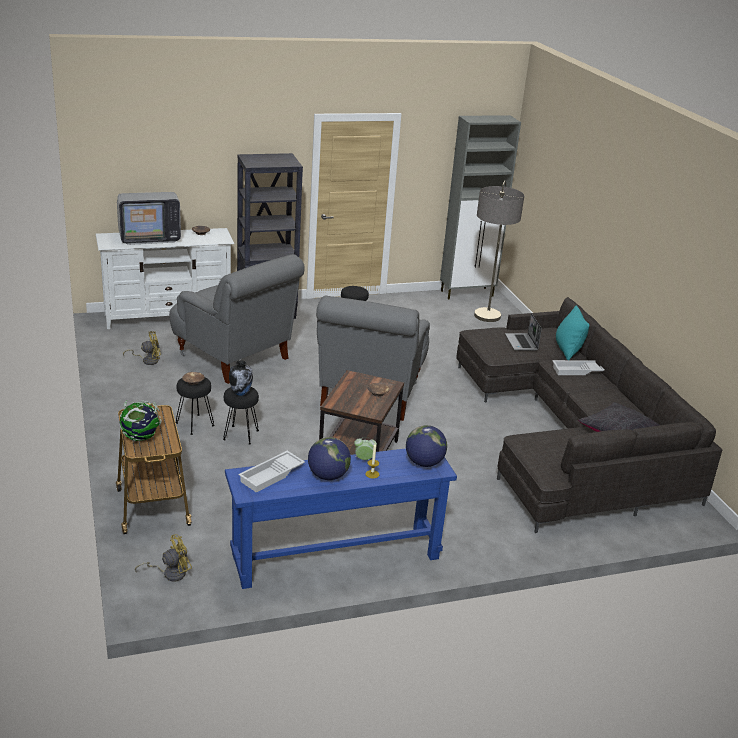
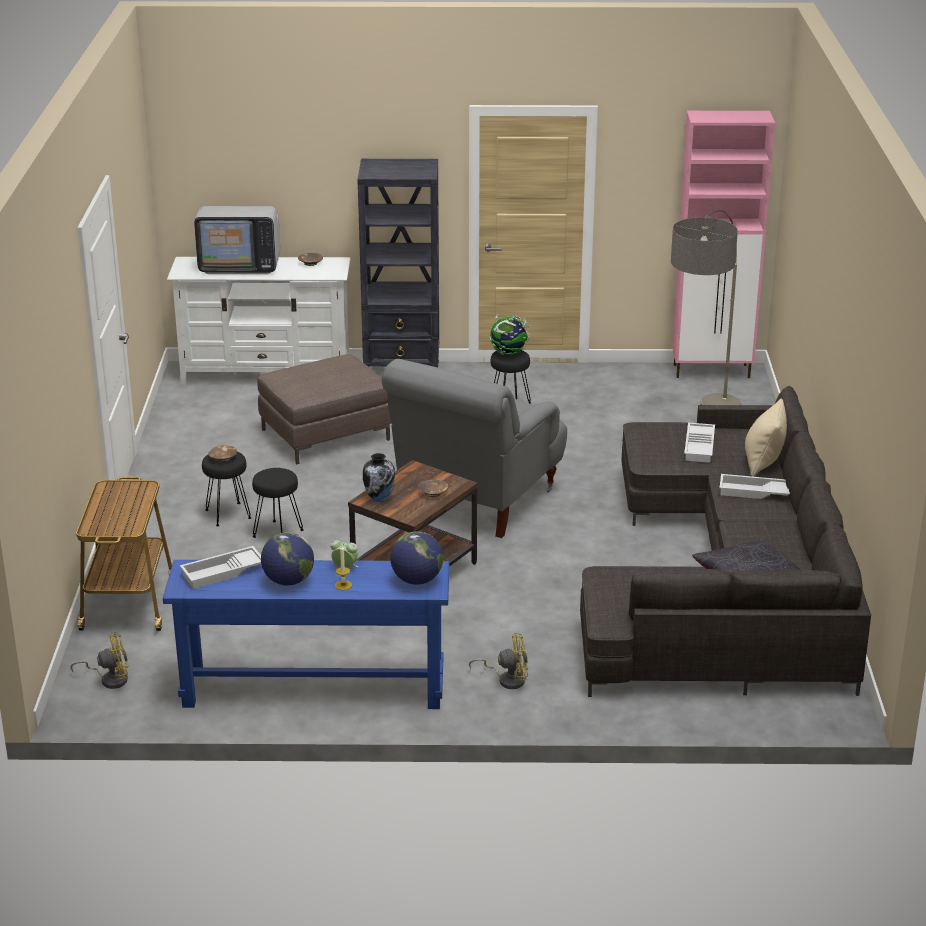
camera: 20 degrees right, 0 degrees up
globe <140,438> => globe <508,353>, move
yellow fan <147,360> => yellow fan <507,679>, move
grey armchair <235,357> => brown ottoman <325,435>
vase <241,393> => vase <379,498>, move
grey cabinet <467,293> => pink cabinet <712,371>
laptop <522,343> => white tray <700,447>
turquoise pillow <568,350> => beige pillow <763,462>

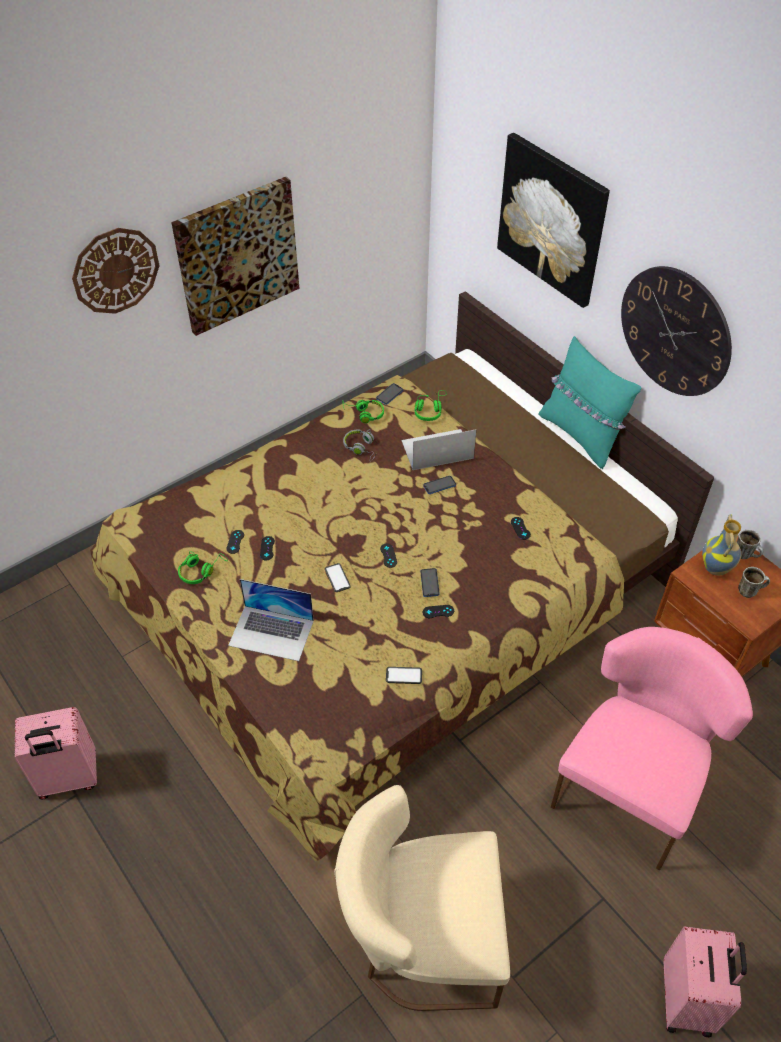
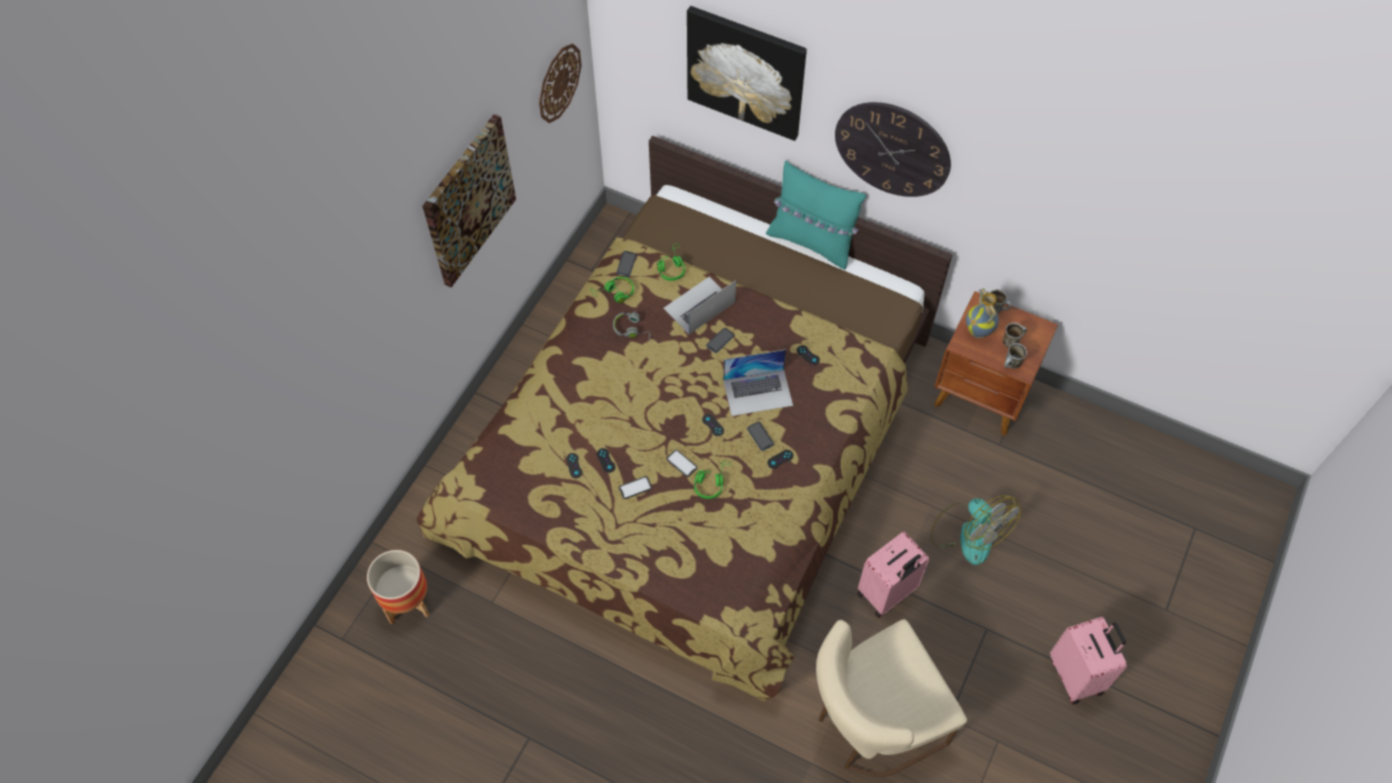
camera: 25 degrees left, 10 degrees up
pink suitcase <69,779> => pink suitcase <887,593>, move
wall clock <115,270> => wall clock <559,83>, move
green headphones <201,570> => green headphones <711,482>, move
laptop <271,633> => laptop <758,392>, move
phone <404,675> => phone <635,488>, move
pink chair <630,788> => fan <968,533>
nothing => planter <408,602>
nothing => mug <1011,365>

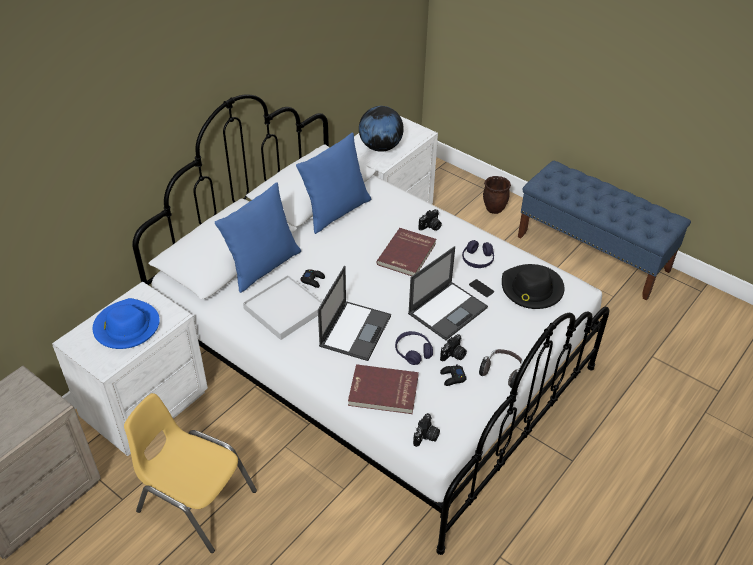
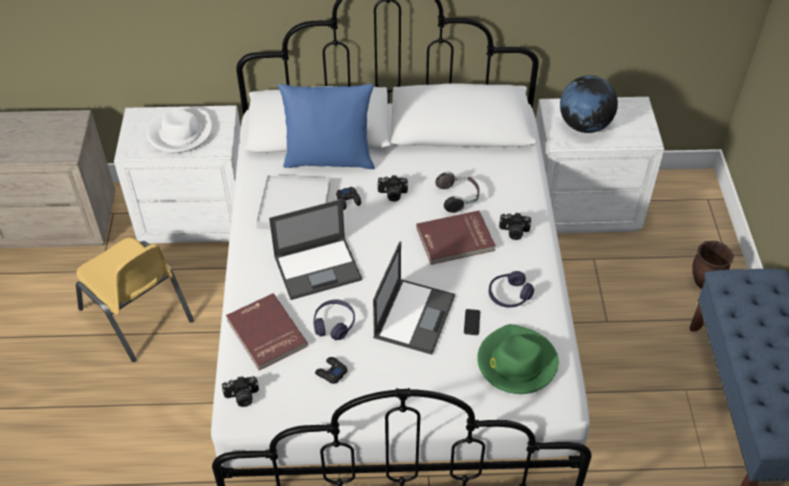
camera: 50 degrees right, 5 degrees up
blue hat <126,327> => white hat <180,132>
yellow chair <196,501> => yellow chair <137,315>, 150 degrees clockwise
blue pillow <335,212> => nothing
laptop <448,310> => laptop <414,315>, 75 degrees counterclockwise
photo camera <453,355> => photo camera <392,194>, move
headphones <502,372> => headphones <458,198>, move
black hat <531,289> => green hat <516,363>

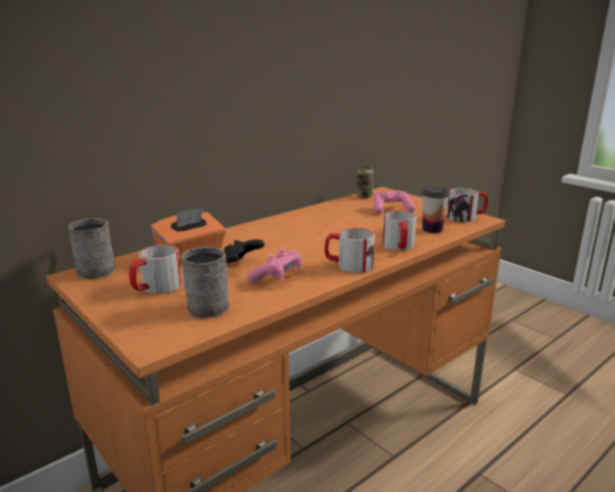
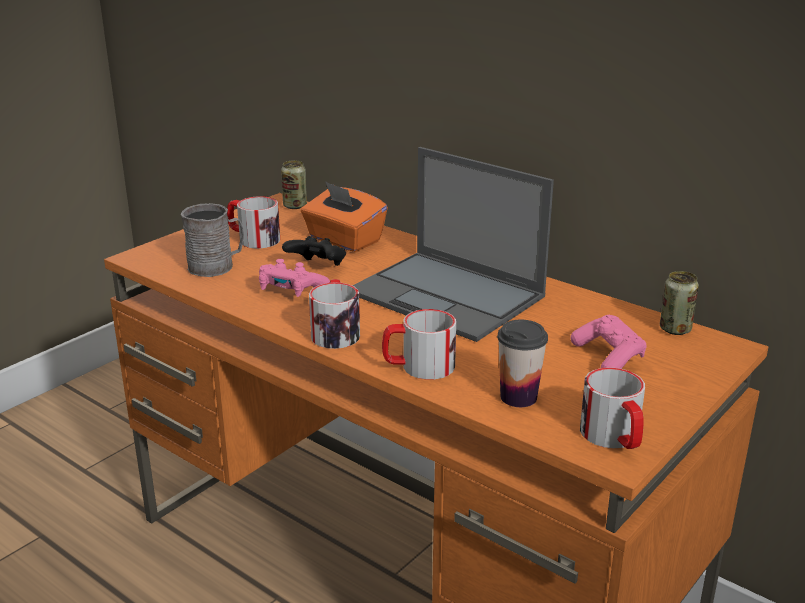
camera: 80 degrees right, 5 degrees up
grey mug <93,269> => can <295,206>
nothing => laptop <448,295>

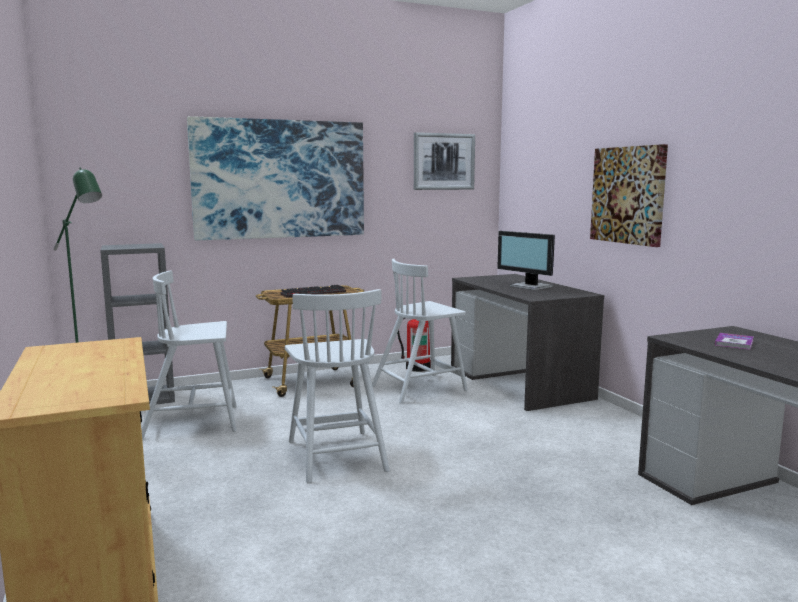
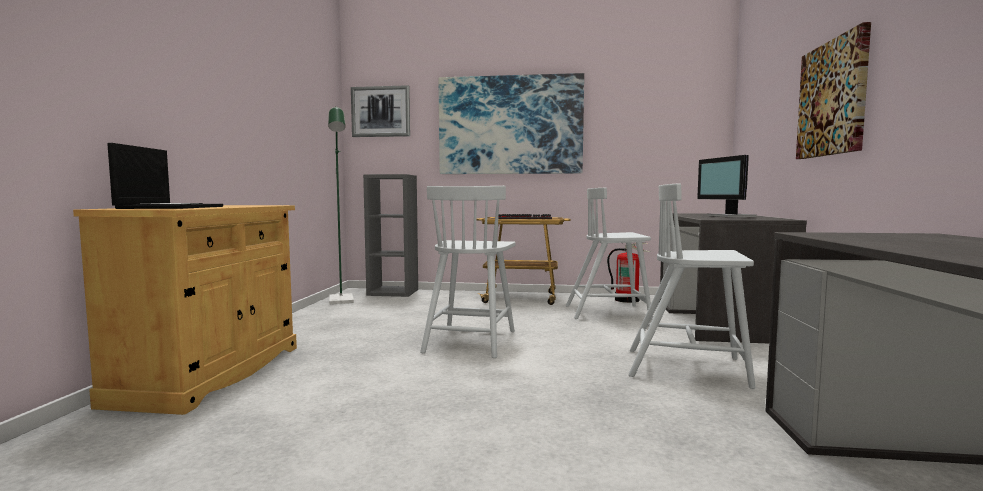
camera: 30 degrees right, 5 degrees down
white chair <193,422> => white chair <689,368>, move
picture <444,161> => picture <380,111>, move
book <734,342> => nothing
nothing => laptop <171,207>

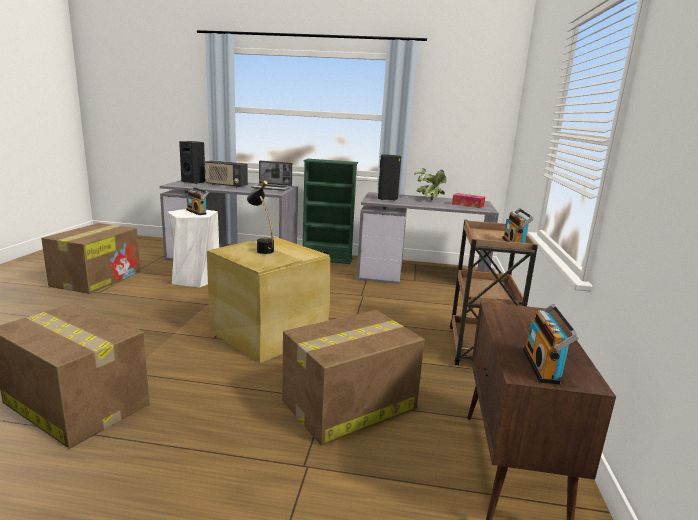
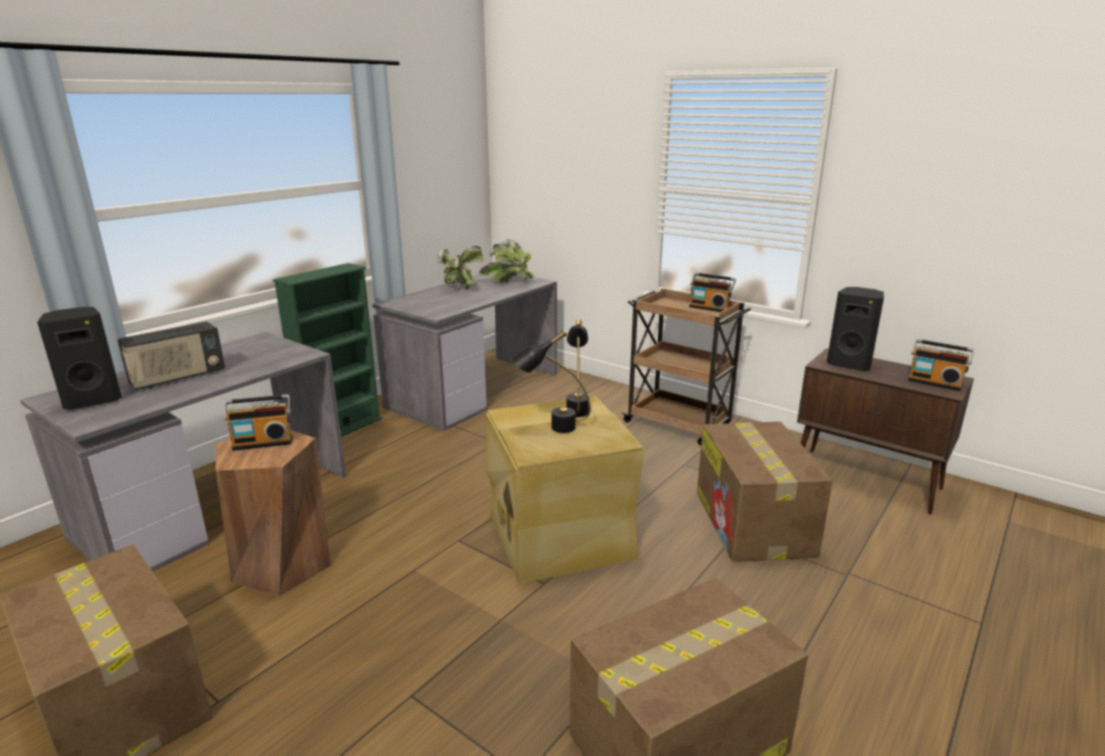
camera: 60 degrees left, 5 degrees up
white stool <195,279> => brown stool <283,564>
laptop <272,188> => nothing
black speaker <387,199> => black speaker <850,364>, move
tissue box <468,205> => potted plant <508,282>
nothing => black table lamp <577,407>

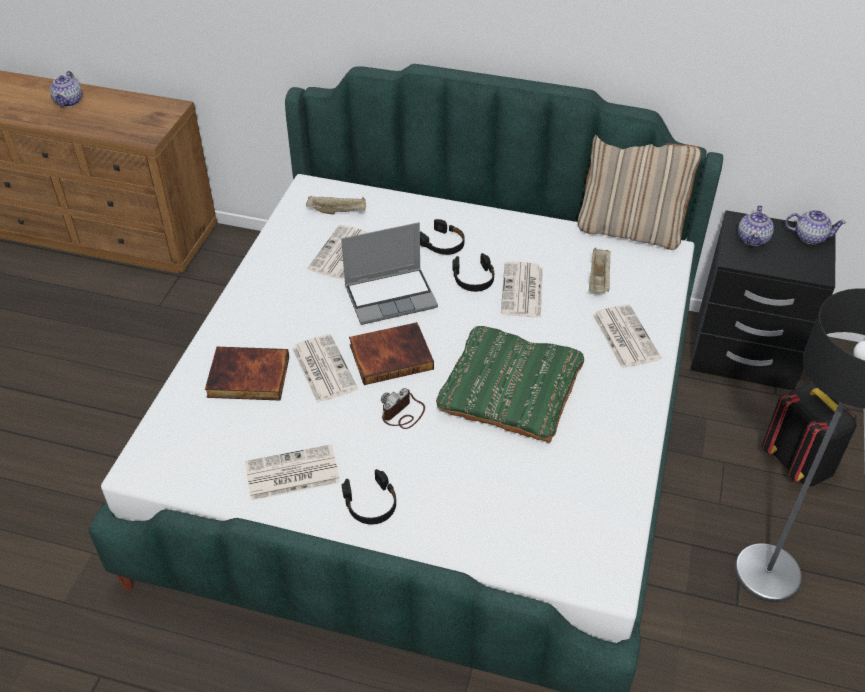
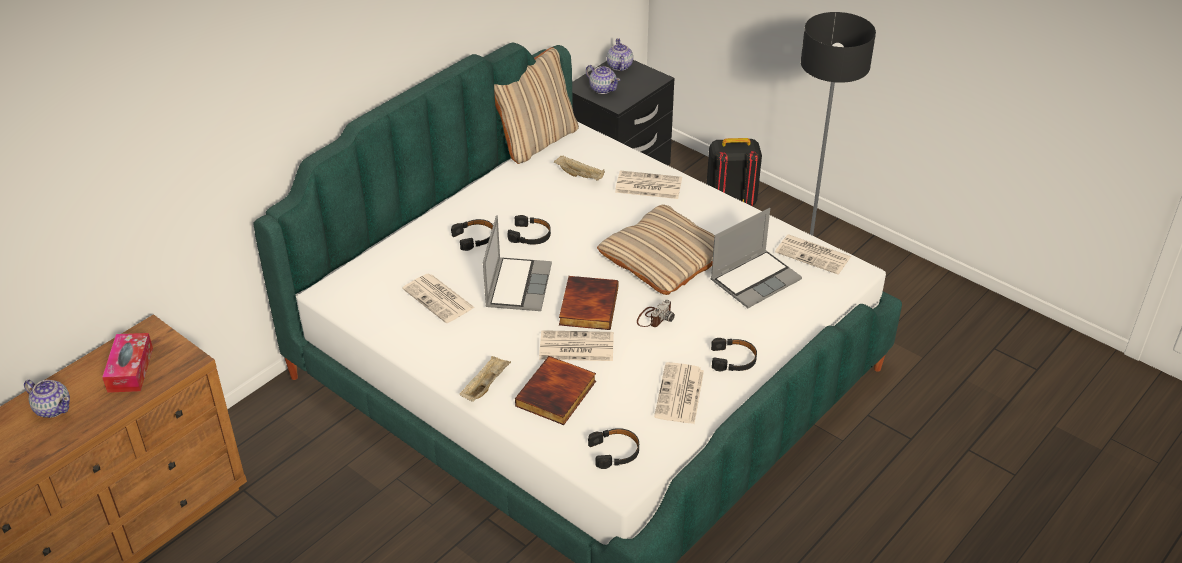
camera: 65 degrees left, 5 degrees down
beige tray <338,211> => beige tray <485,386>, move
photo camera <403,414> => photo camera <654,318>, 120 degrees counterclockwise
green pillow <510,389> => beige pillow <664,257>
newspaper <522,291> => newspaper <814,255>, move
teapot <809,237> => teapot <619,66>, 45 degrees counterclockwise
nothing => tissue box <130,369>
nothing => black headphones <615,452>
nothing => laptop <755,279>

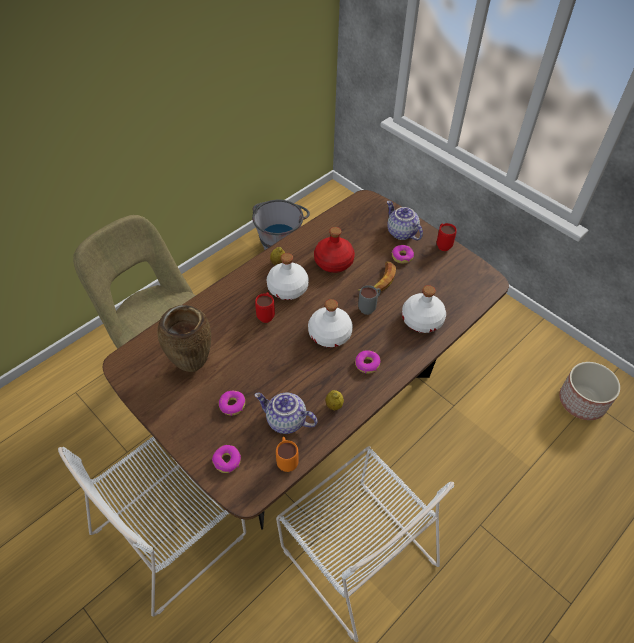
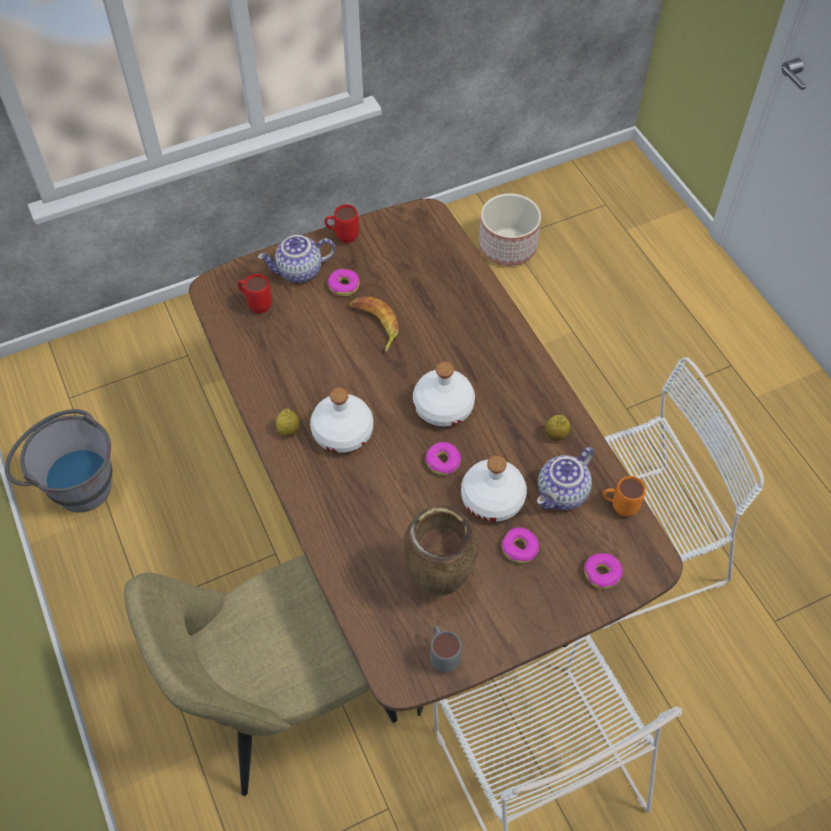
camera: 70 degrees left, 5 degrees up
red mug <266,315> => red mug <256,305>, move
red bottle <333,262> => nothing
donut <367,364> => donut <443,462>, move
grey mug <369,308> => grey mug <442,656>, move
white bottle <422,320> => white bottle <493,497>, move

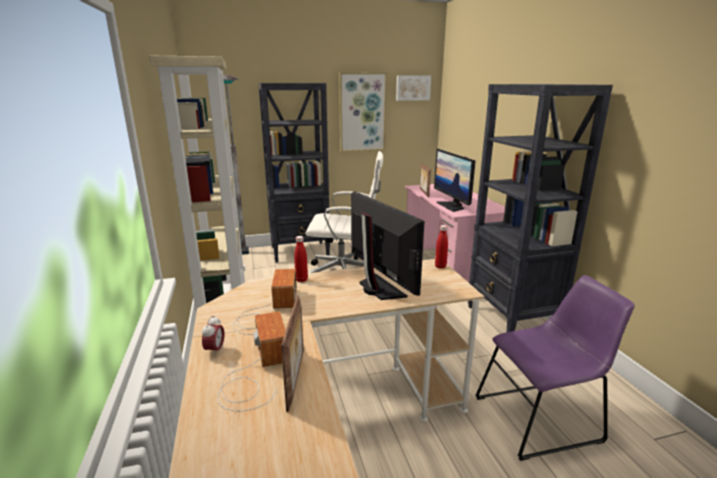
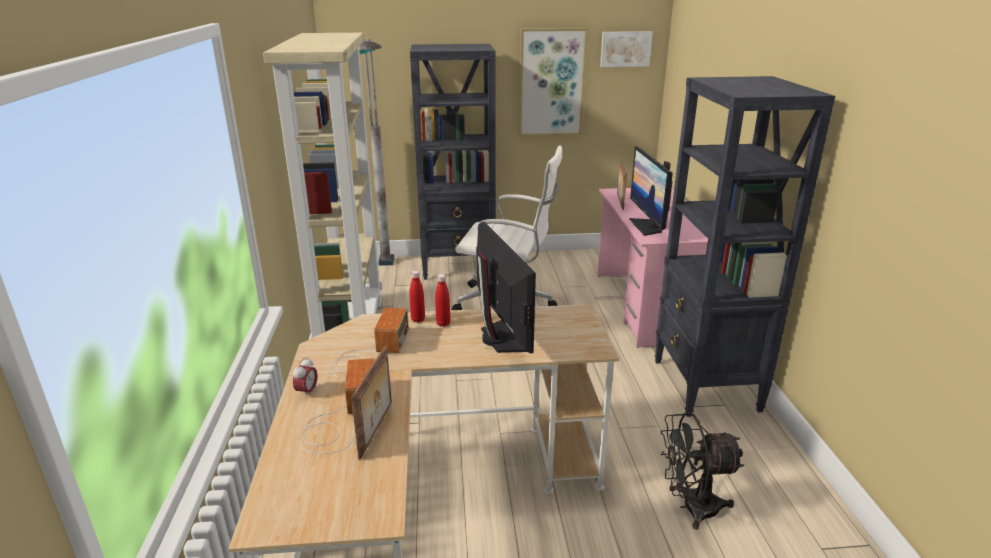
camera: 10 degrees right, 5 degrees up
red bottle <440,266> => red bottle <443,323>, move
purple chair <541,418> => black fan <691,507>

